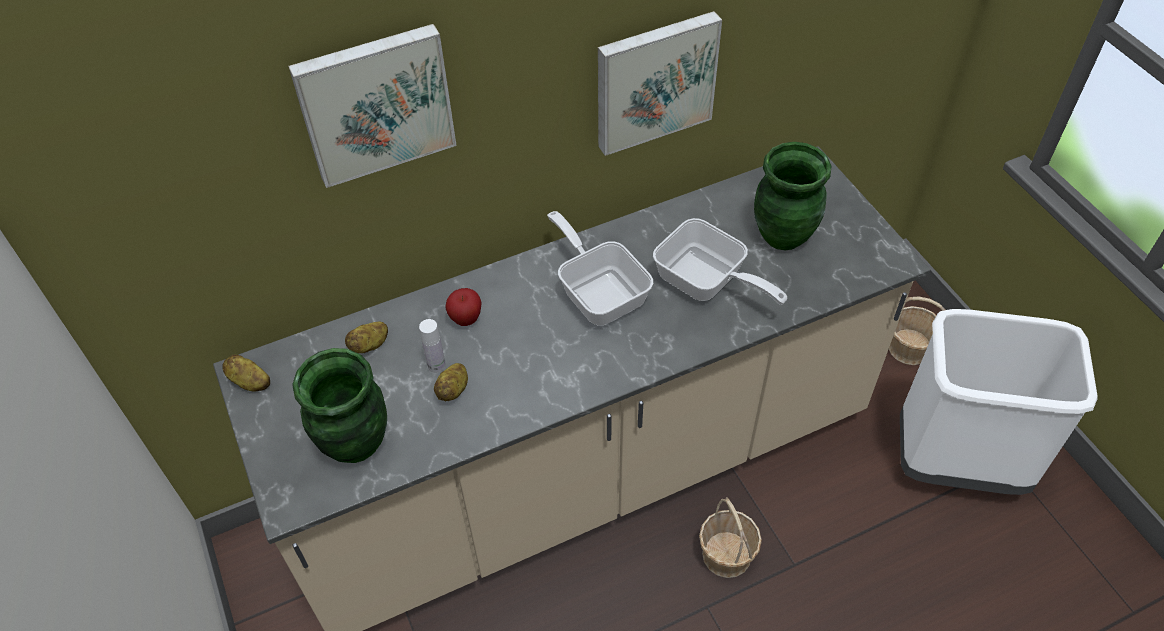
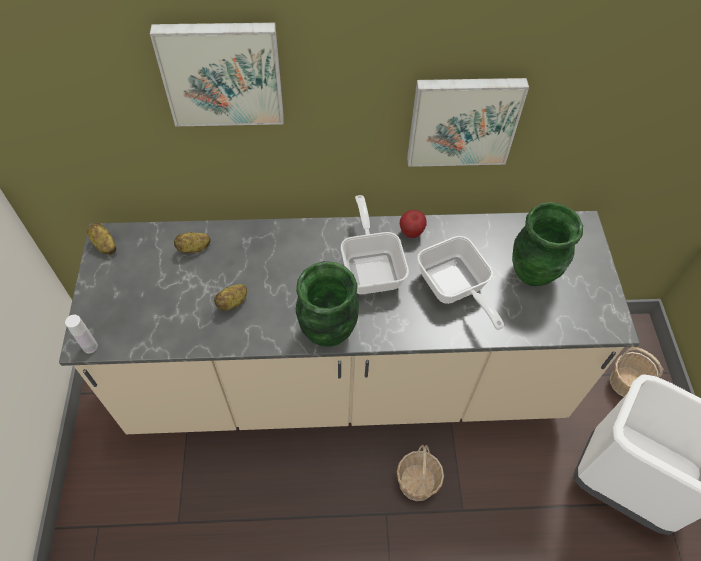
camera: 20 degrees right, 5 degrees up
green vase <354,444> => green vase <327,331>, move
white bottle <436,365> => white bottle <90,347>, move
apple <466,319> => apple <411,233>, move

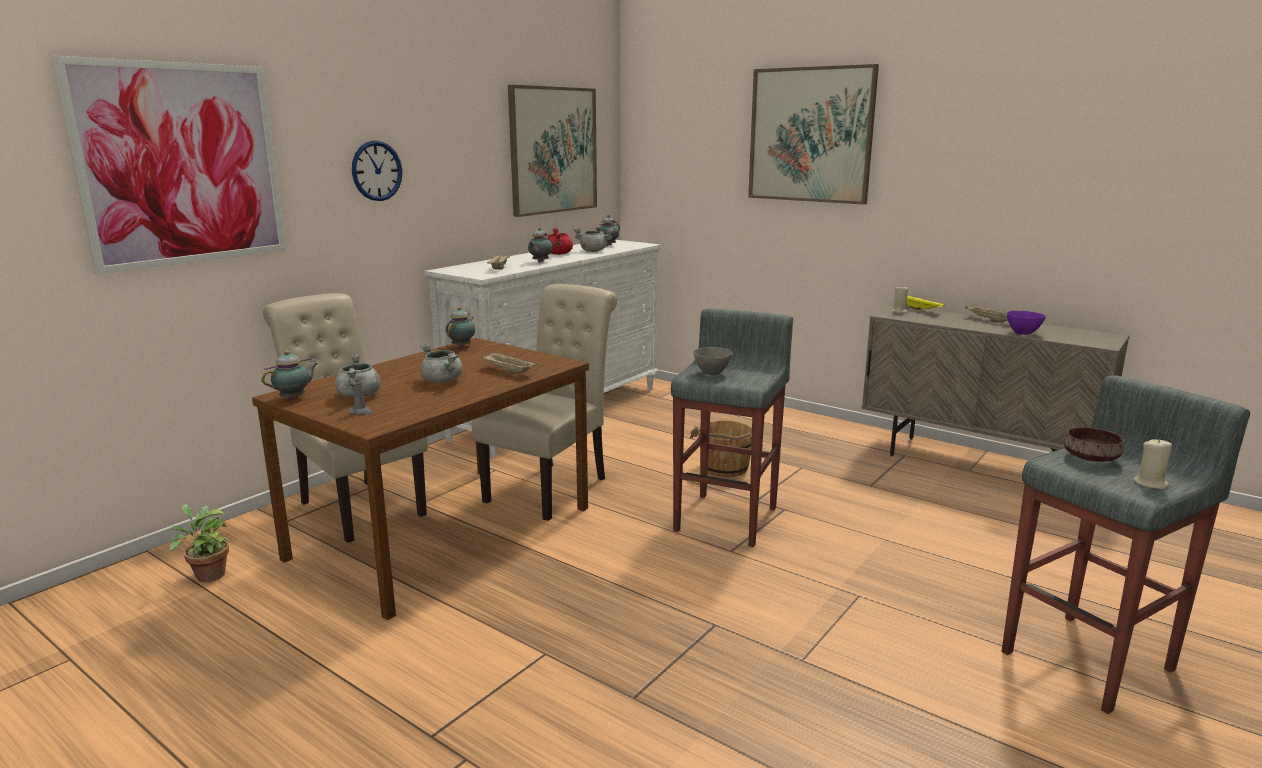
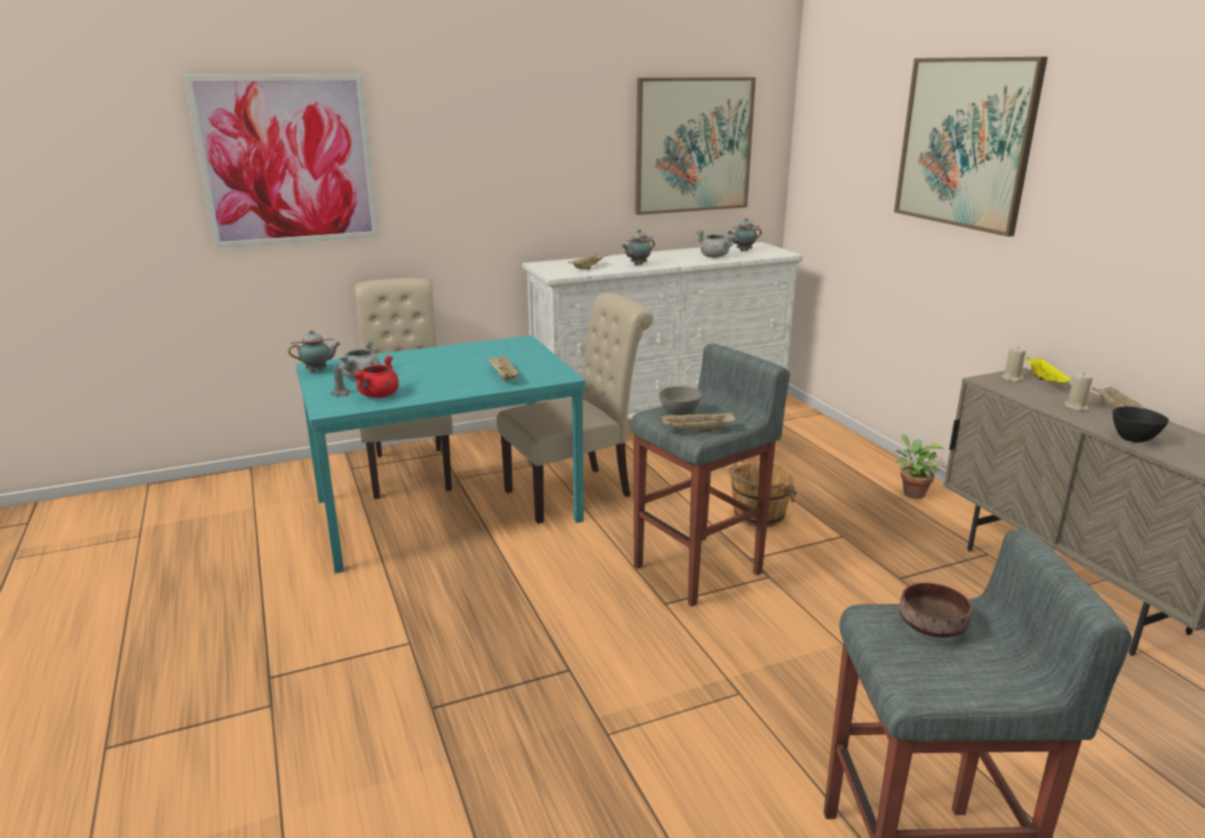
camera: 30 degrees right, 5 degrees up
potted plant <208,575> => potted plant <911,493>, move
brown dining table <443,533> => turquoise dining table <446,511>
wall clock <377,171> => nothing
grey cooking pot <442,381> => nothing
teapot <462,346> => nothing
red cooking pot <558,254> => red cooking pot <379,395>, move
purple bowl <1023,333> => black bowl <1134,439>
beige candle <1150,483> => beige candle <1076,407>, move
nothing => beige tray <697,431>

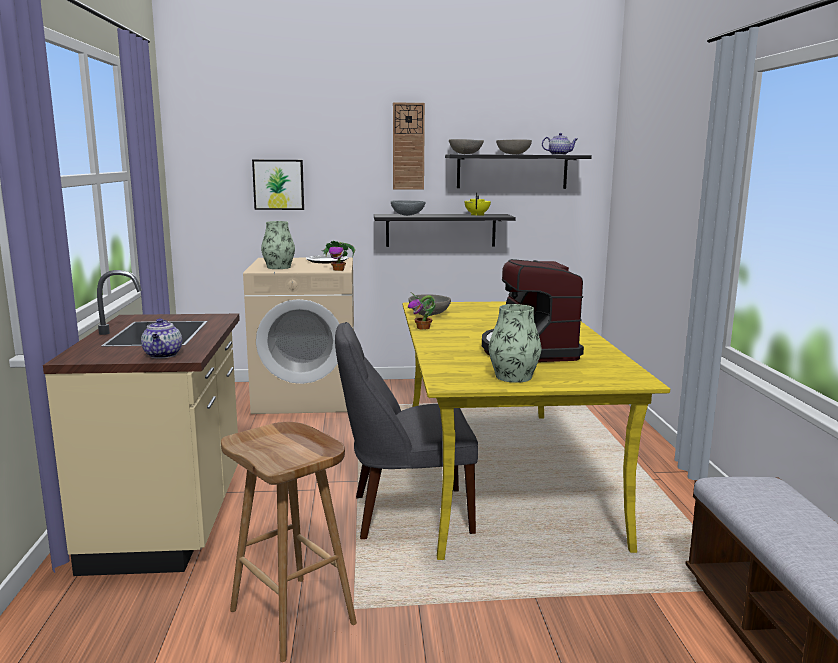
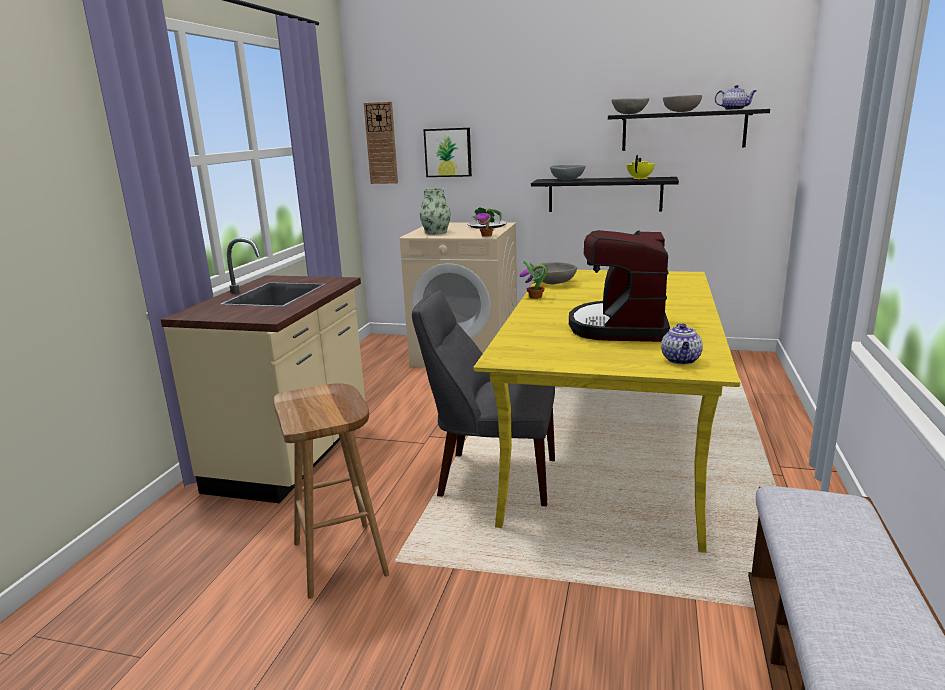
camera: 20 degrees right, 5 degrees up
teapot <163,355> => teapot <681,360>, move
wall clock <408,146> => wall clock <381,143>, move
vase <513,377> => nothing

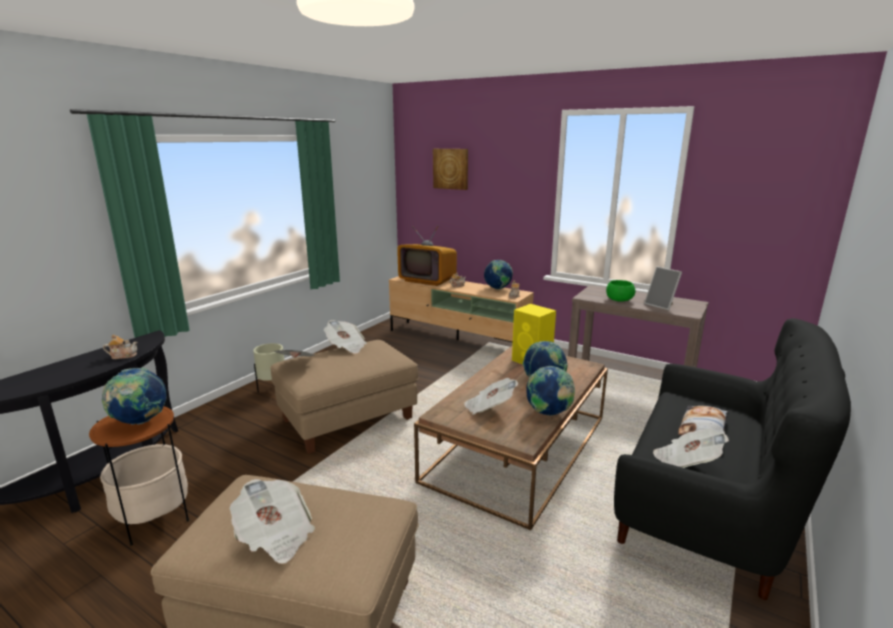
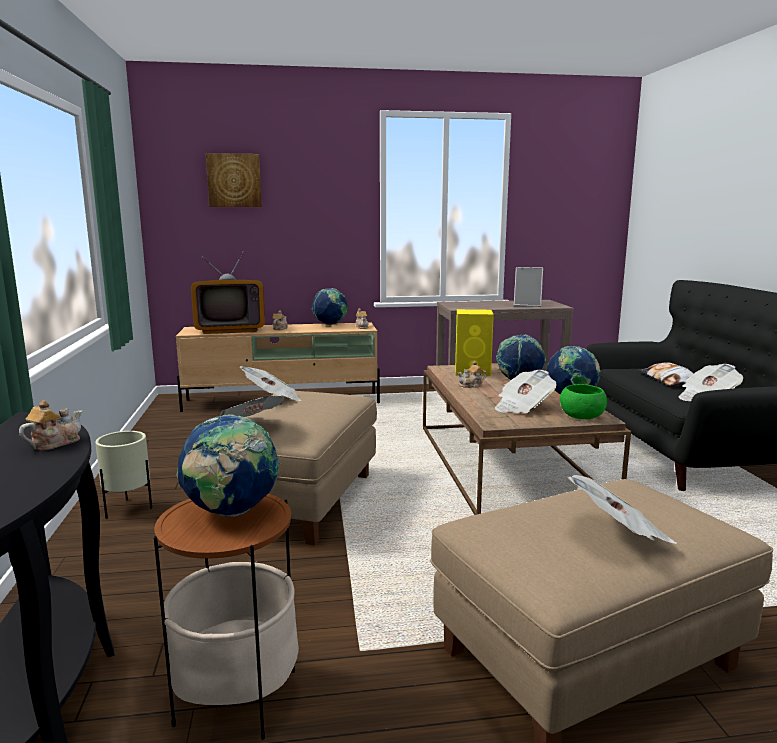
camera: 40 degrees left, 5 degrees down
green bowl <619,300> => green bowl <582,416>, move
nothing => teapot <471,385>

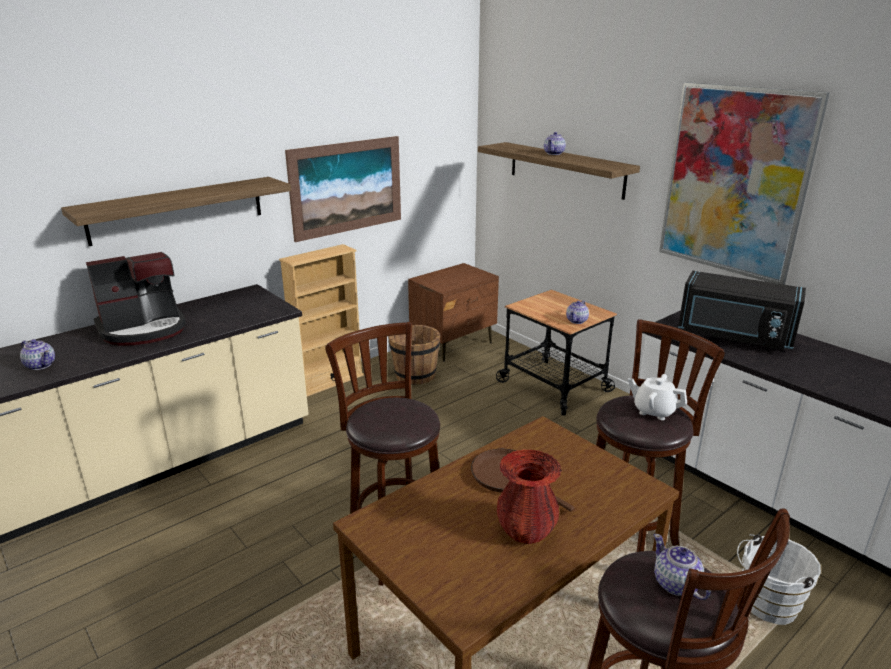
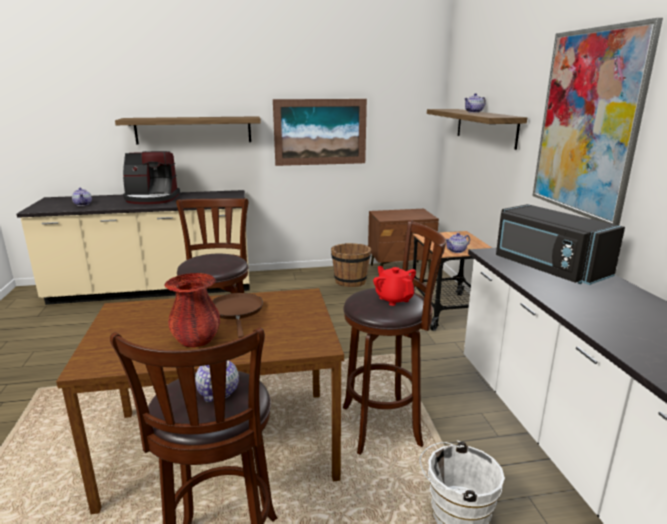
camera: 30 degrees right, 5 degrees down
beige bookcase <329,381> => nothing
white teapot <654,411> => red teapot <394,299>

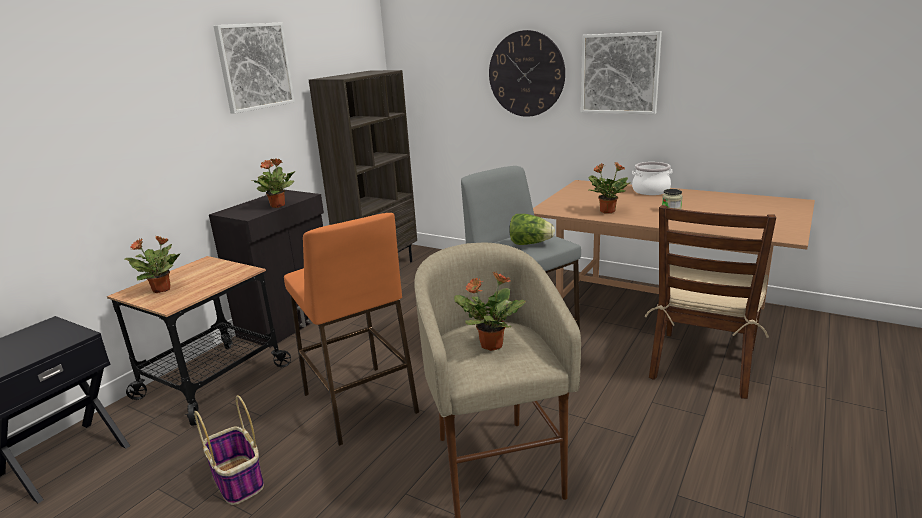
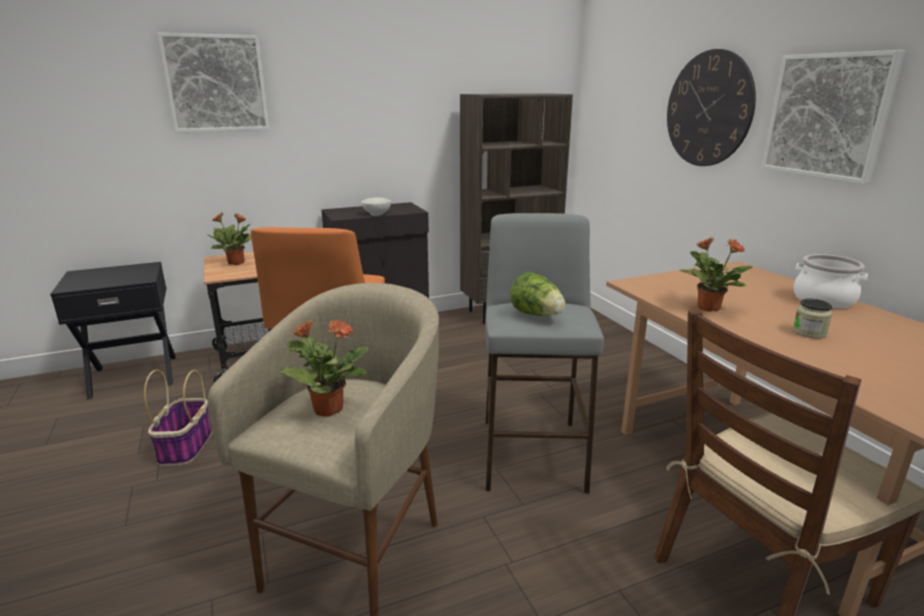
camera: 35 degrees right, 0 degrees up
picture <255,66> => picture <216,83>, move
potted plant <278,205> => white bowl <377,214>

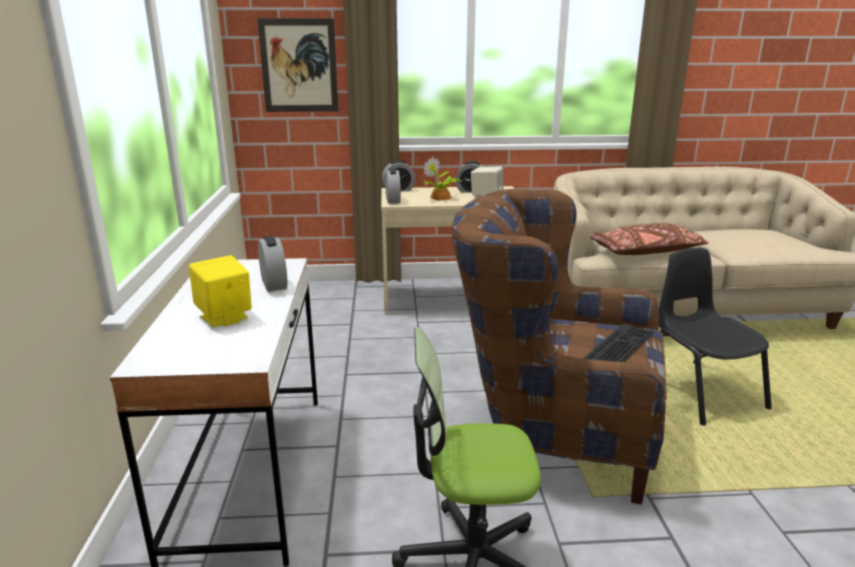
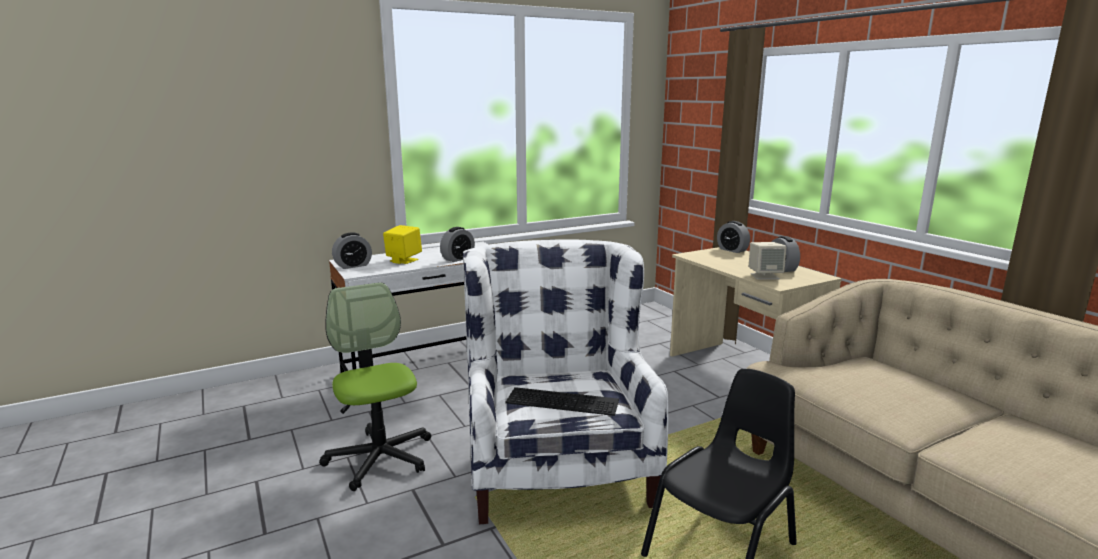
camera: 65 degrees right, 5 degrees down
picture <299,66> => nothing
alarm clock <393,200> => alarm clock <353,266>, move
potted plant <440,198> => nothing
brown armchair <552,430> => white armchair <557,464>
brown pillow <645,251> => nothing

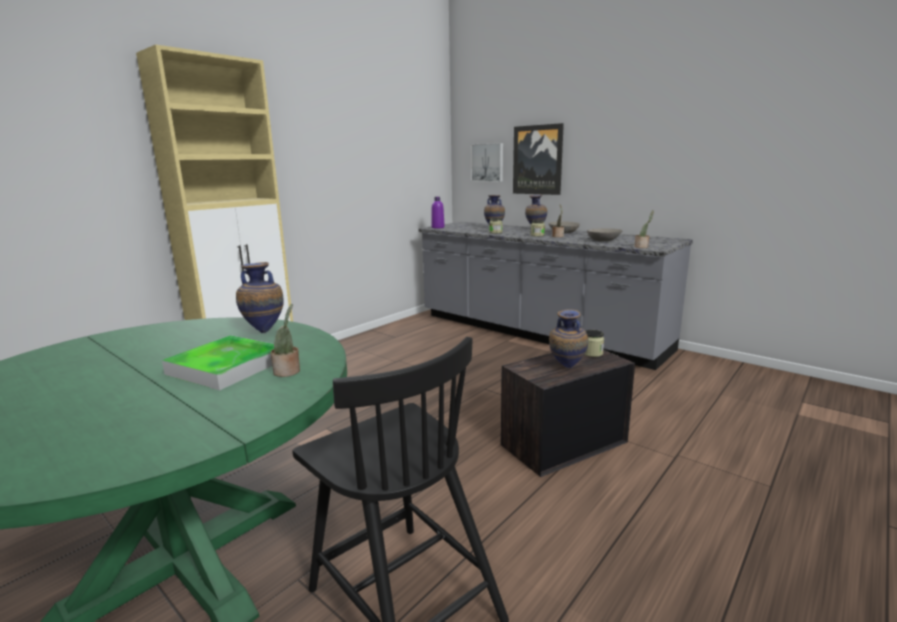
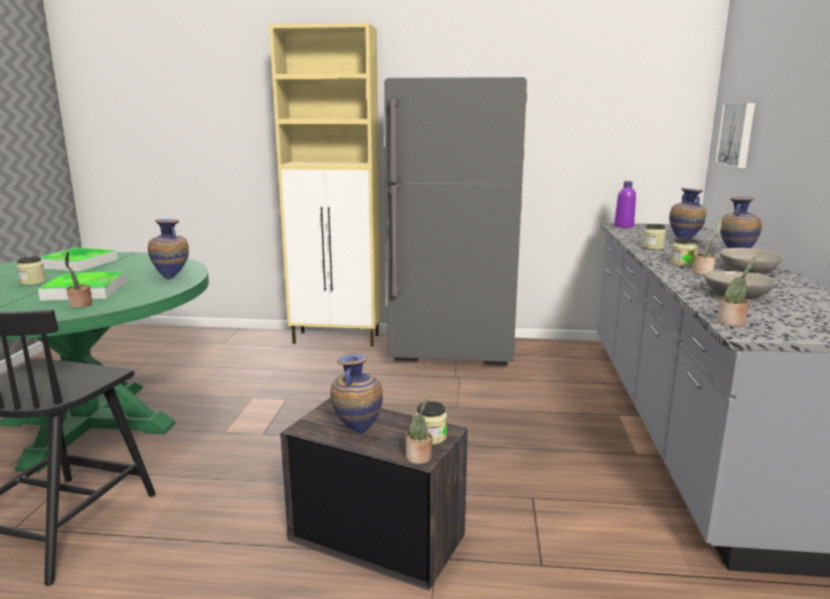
camera: 55 degrees right, 0 degrees up
picture <537,160> => nothing
nothing => jar <33,282>
nothing => tray <78,263>
nothing => grey fridge <452,352>
nothing => potted plant <419,458>

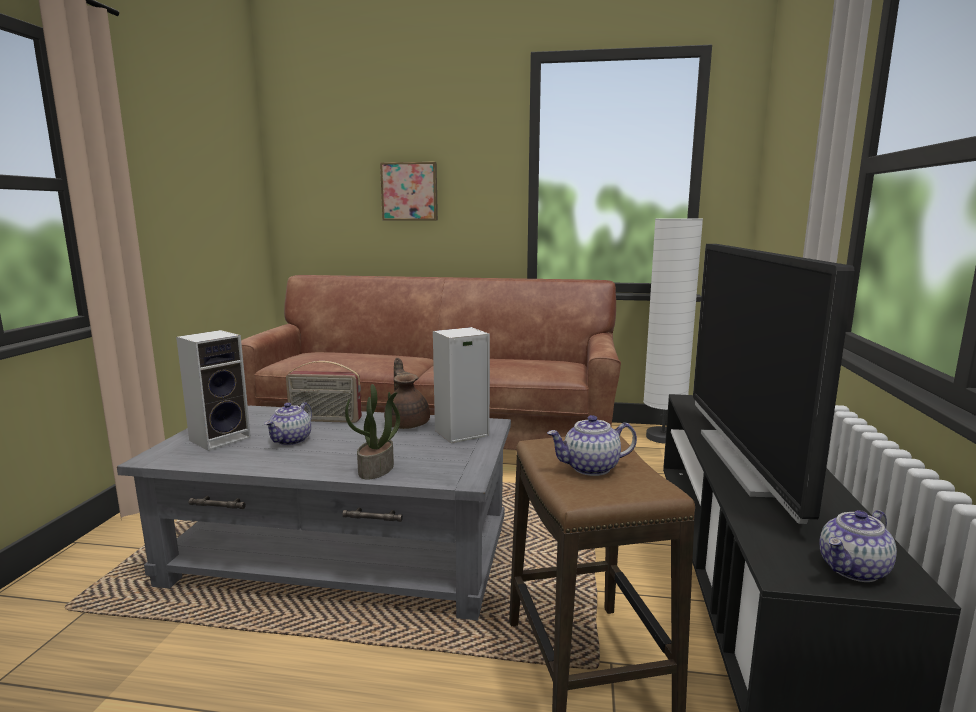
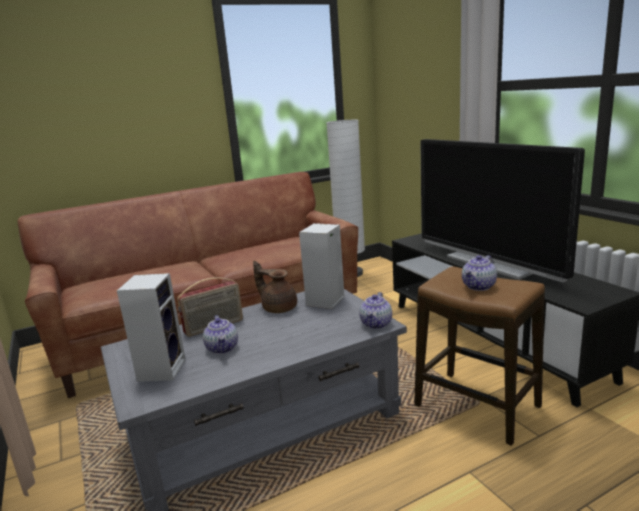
camera: 35 degrees left, 5 degrees up
potted plant <376,469> => nothing
picture <410,191> => nothing
teapot <854,570> => teapot <376,324>, move

